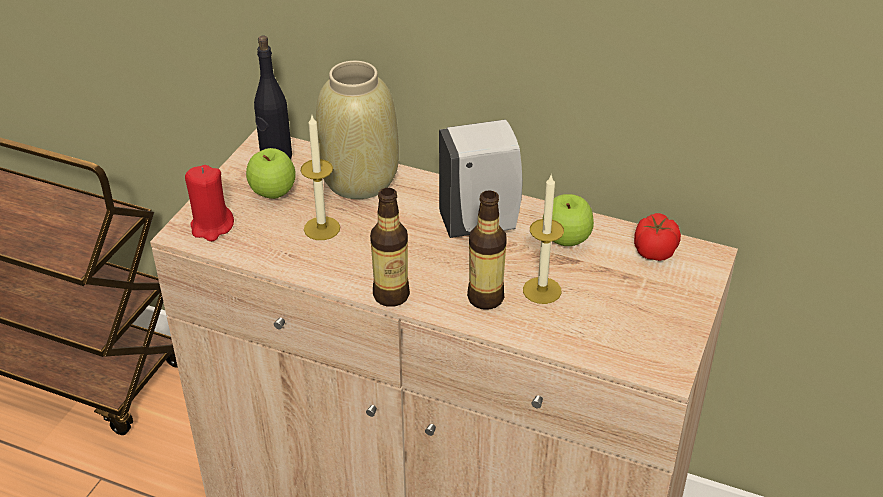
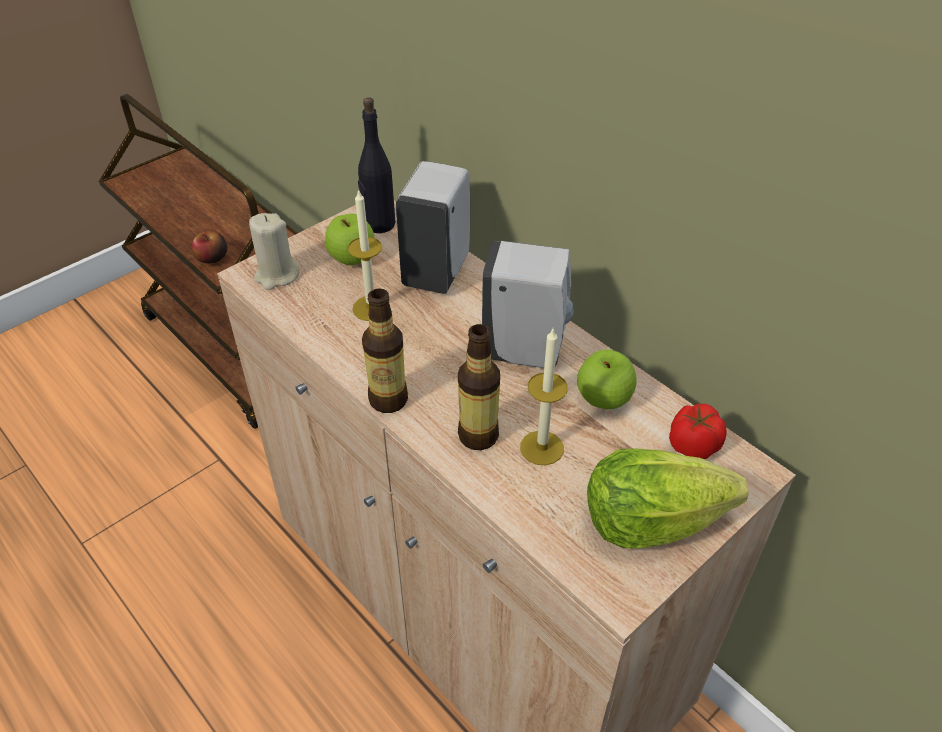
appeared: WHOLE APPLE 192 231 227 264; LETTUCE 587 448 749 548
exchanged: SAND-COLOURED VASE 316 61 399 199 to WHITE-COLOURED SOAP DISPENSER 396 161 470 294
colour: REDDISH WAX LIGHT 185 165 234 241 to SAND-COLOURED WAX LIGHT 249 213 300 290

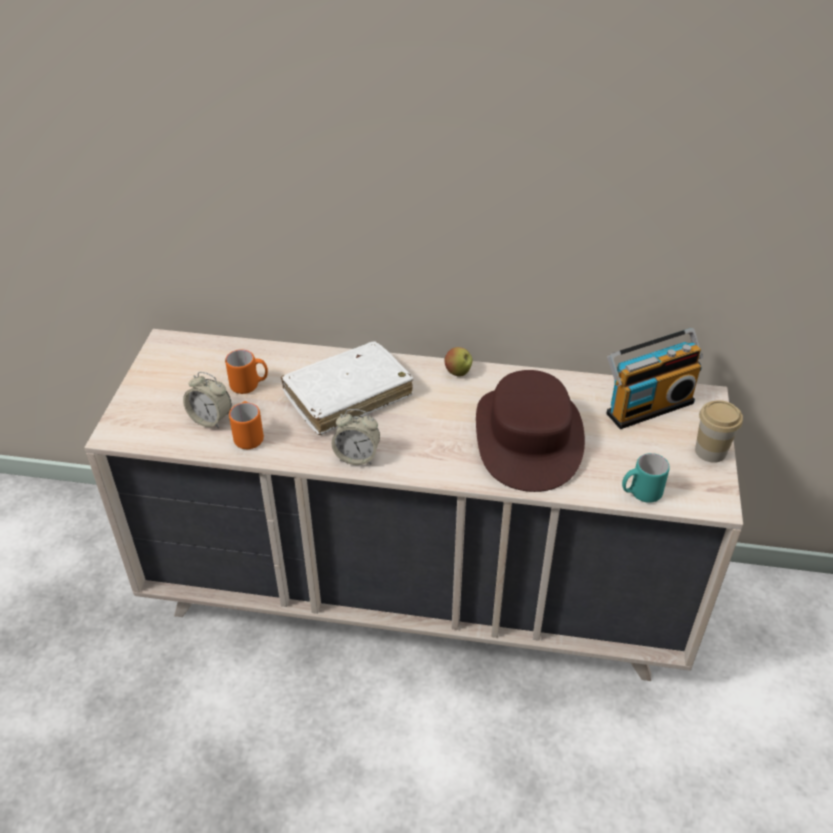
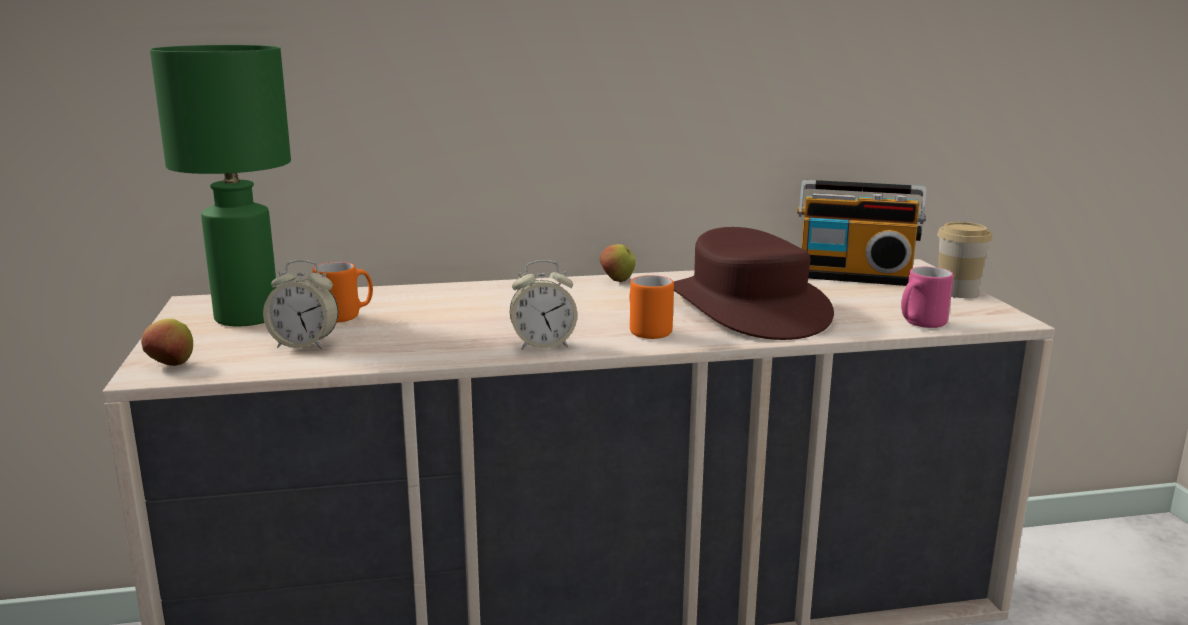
missing: WHITE-COLOURED BOUND BOOK 281 342 413 435
appeared: GREENISH TABLE LAMP 150 45 291 327; WHOLE APPLE 141 319 193 366
relocated: ORANGE TEA MUG 229 401 264 449 to 629 275 674 339
colour: TURQUOISE-COLOURED TEA MUG 622 453 670 503 to PINK-COLOURED TEA MUG 901 267 954 328
spun: RADIO 606 328 703 429 = 797 180 926 286 60 degrees clockwise

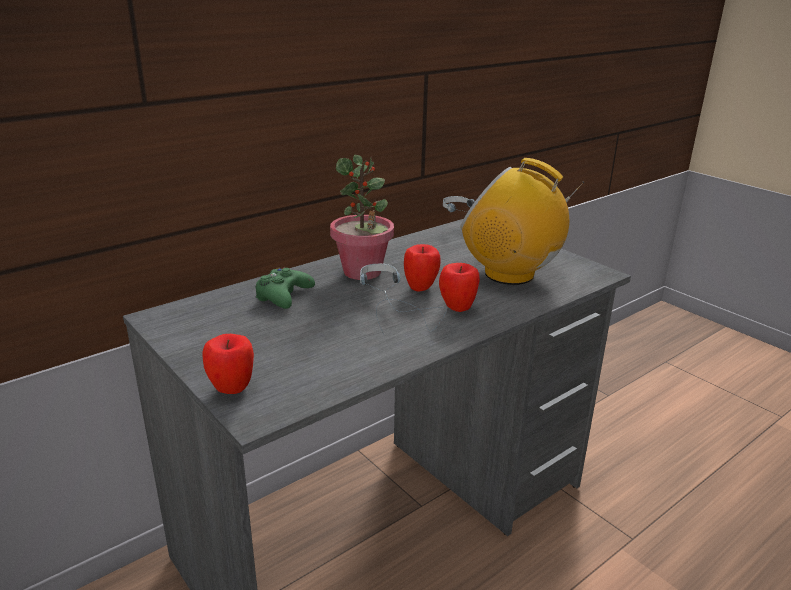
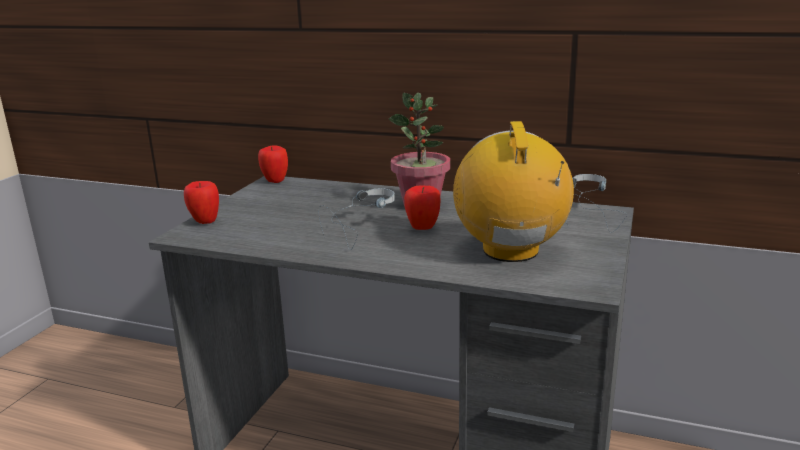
missing: GREENISH JOYPAD 255 268 315 309
relocated: WHOLE APPLE 439 263 480 312 to 258 146 288 183

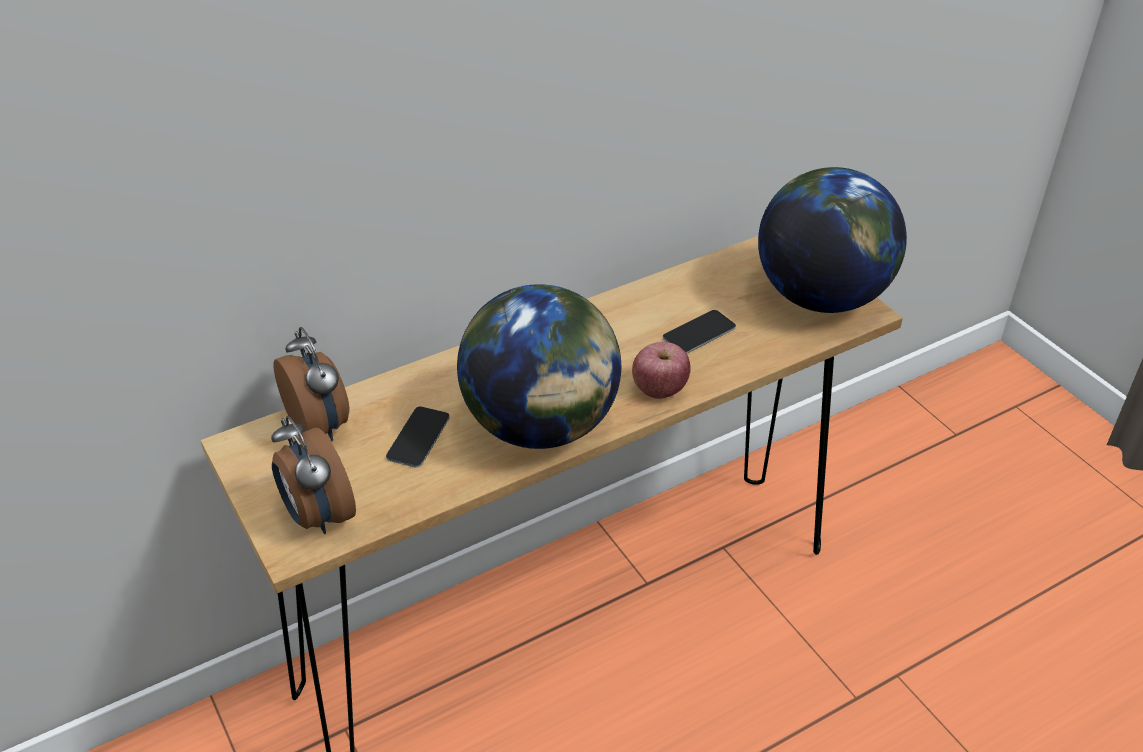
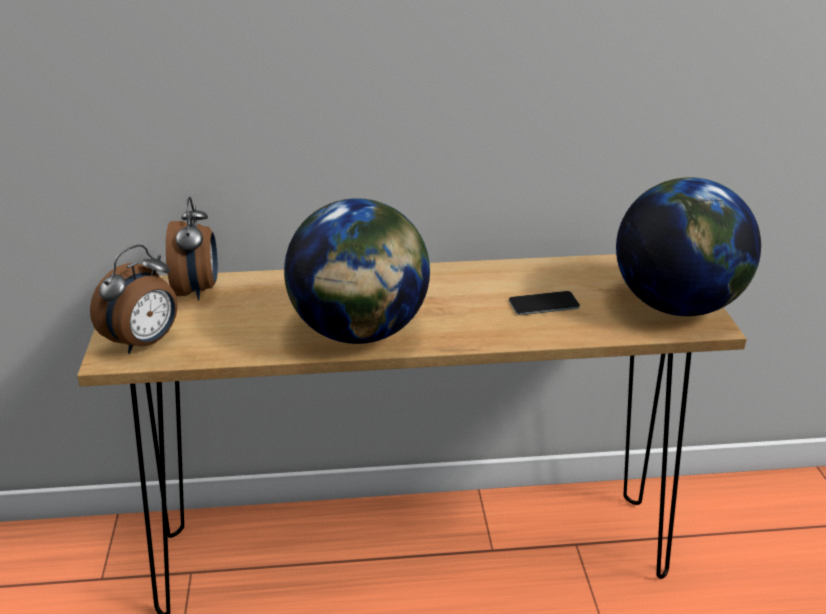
missing: WHOLE APPLE 632 342 691 399; HANDSET 386 406 450 468
spun: BEDSIDE CLOCK 271 416 356 534 = 90 244 178 354 135 degrees counterclockwise

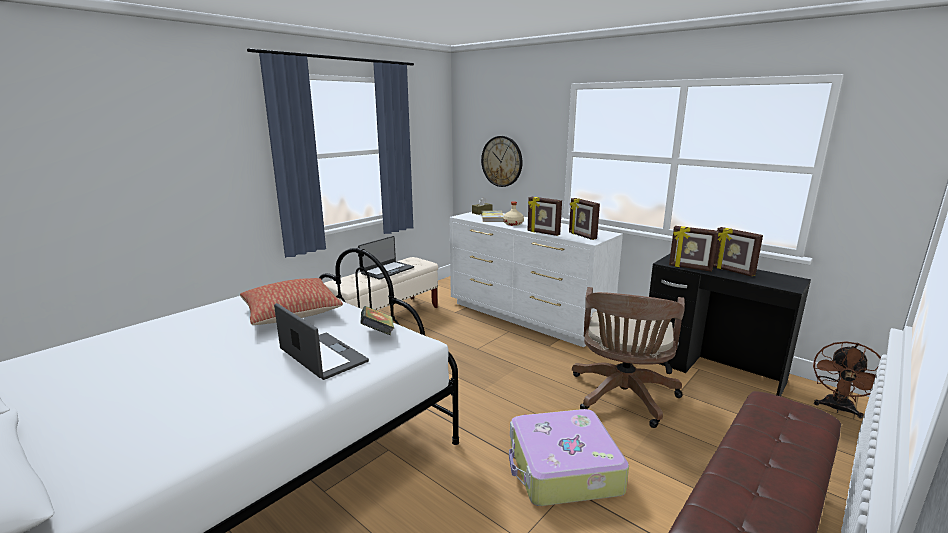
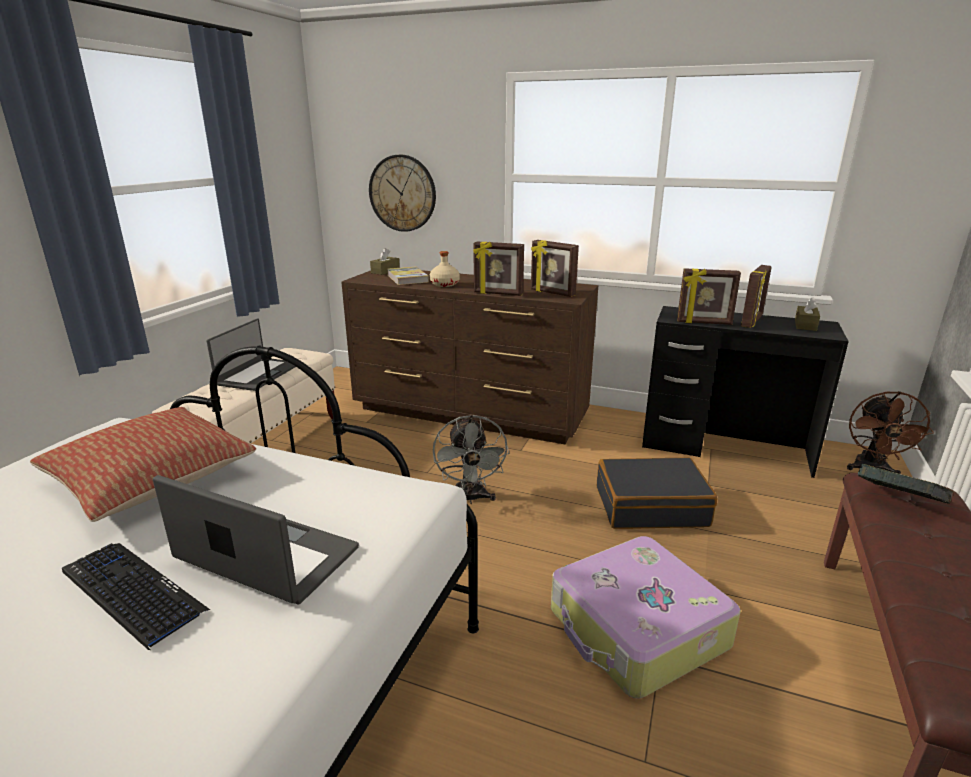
appeared: BROWNISH TISSUE BOX 795 297 820 331; GRAY FAN 433 415 509 504; KEYBOARD 62 543 210 650
relocated: BOUND BOOK 361 306 394 335 to 858 464 953 504
exchanged: BROWNISH DESK CHAIR 572 287 685 428 to BLACKISH SUITCASE 597 457 717 529
colour: WHITE-COLOURED DRESSER 450 212 623 347 to BROWNISH DRESSER 341 270 598 444
spun: PICTURE FRAME 713 227 763 277 = 741 265 772 328 90 degrees counterclockwise

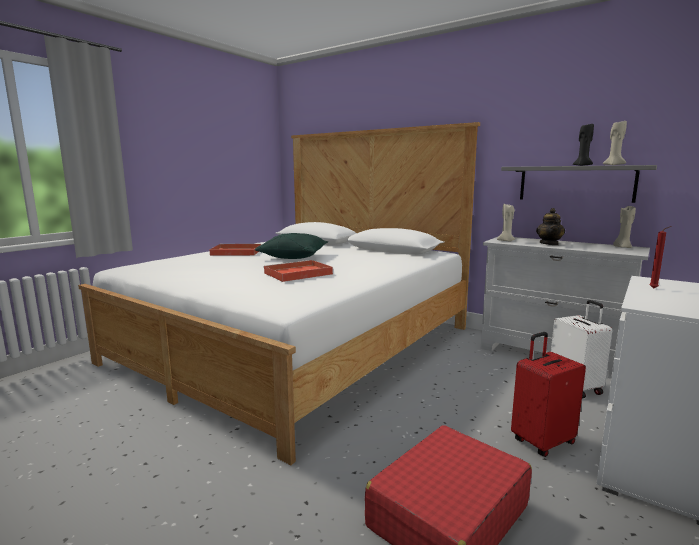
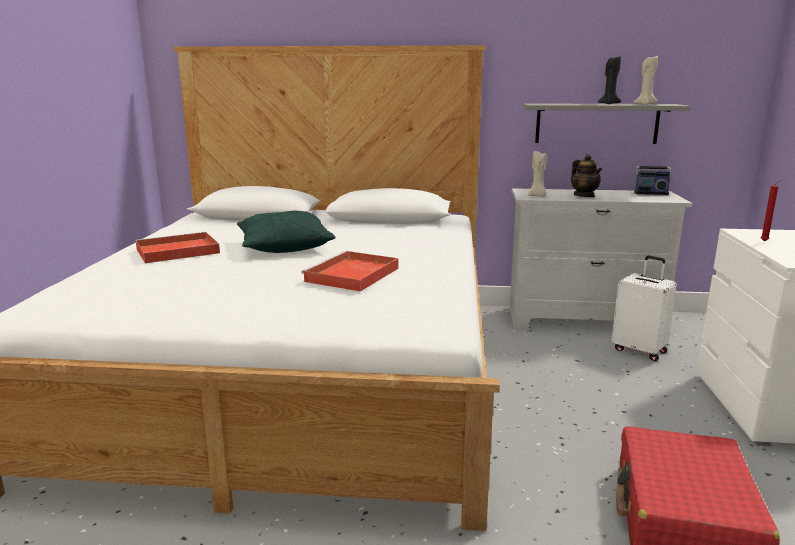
missing: REDDISH SUITCASE 511 332 586 457
exchanged: SAND-COLOURED WAX LIGHT 613 206 636 248 to RADIO 634 153 672 195

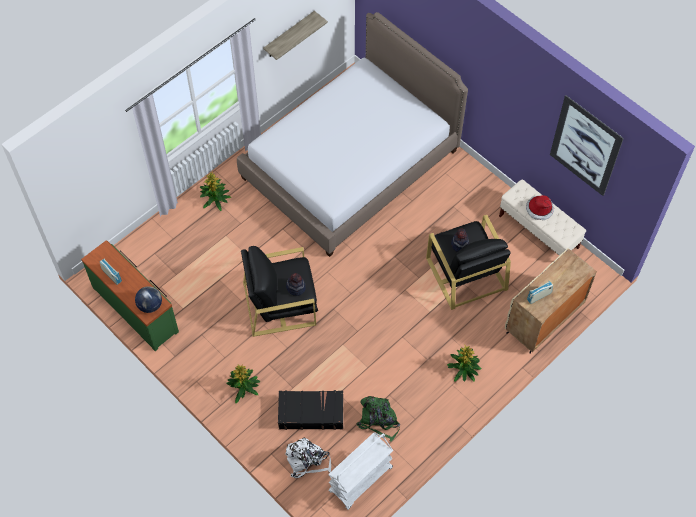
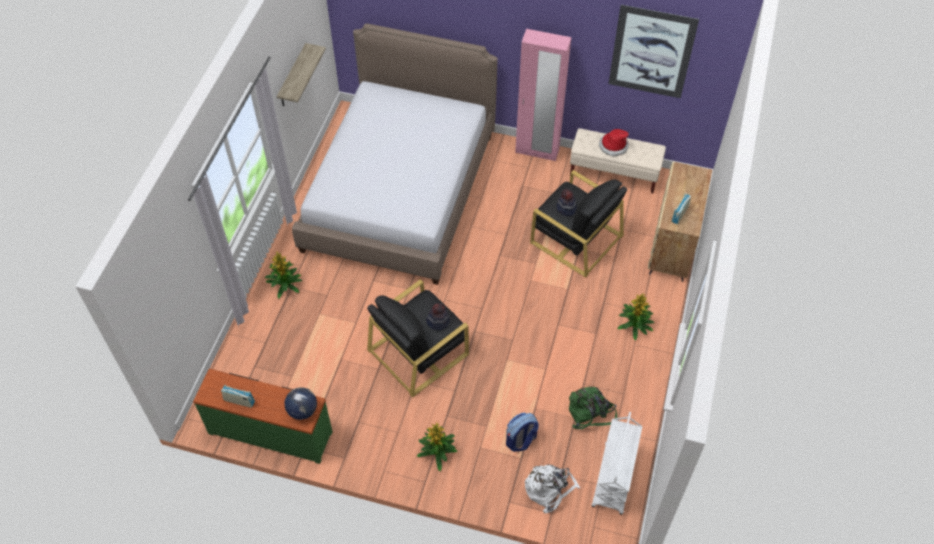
appeared: PINK-COLOURED CLOTHES CUPBOARD 515 29 571 161
exchanged: BLACKISH SUITCASE 278 390 343 430 to BACKPACK 506 412 539 452

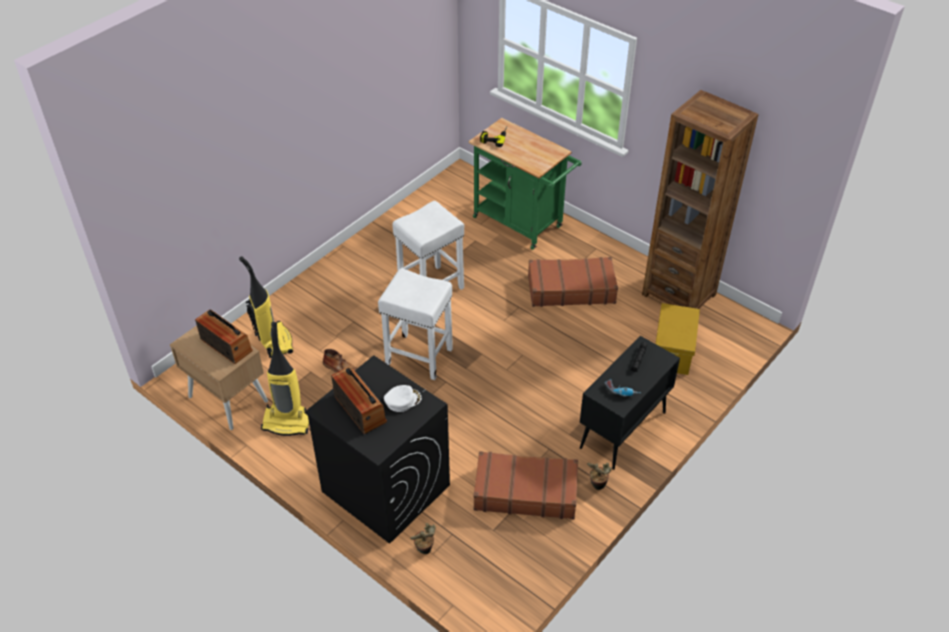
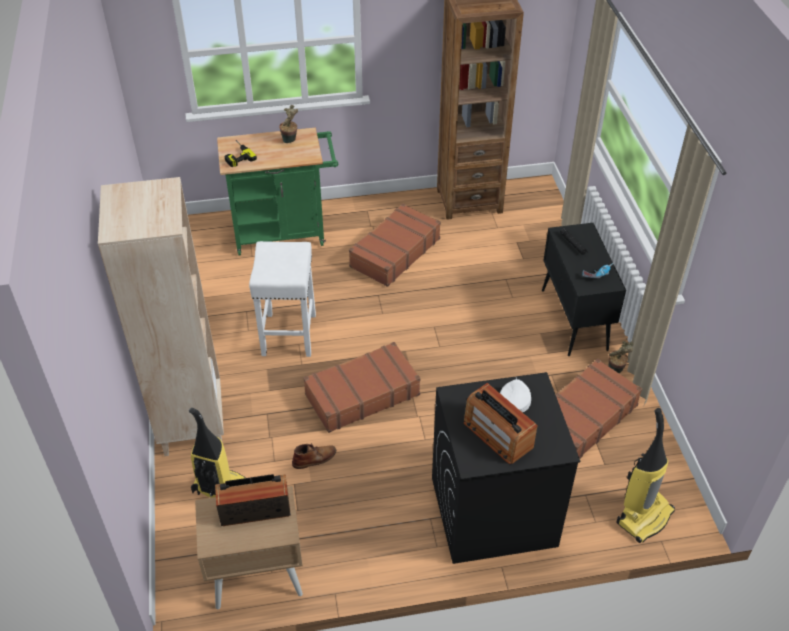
missing: YELLOW-COLOURED STORAGE CONTAINER 656 303 700 375
appeared: SAND-COLOURED BOOKSHELF 98 177 224 456
relocated: VACUUM CLEANER 261 322 309 436 to 616 408 675 543; HOUSEPLANT 410 523 436 554 to 279 105 298 143
exchanged: WHITE-COLOURED STOOL SEAT 378 269 453 380 to BROWNISH SUITCASE 303 342 421 433
spun: RADIO 331 367 387 434 = 464 383 538 465 135 degrees counterclockwise

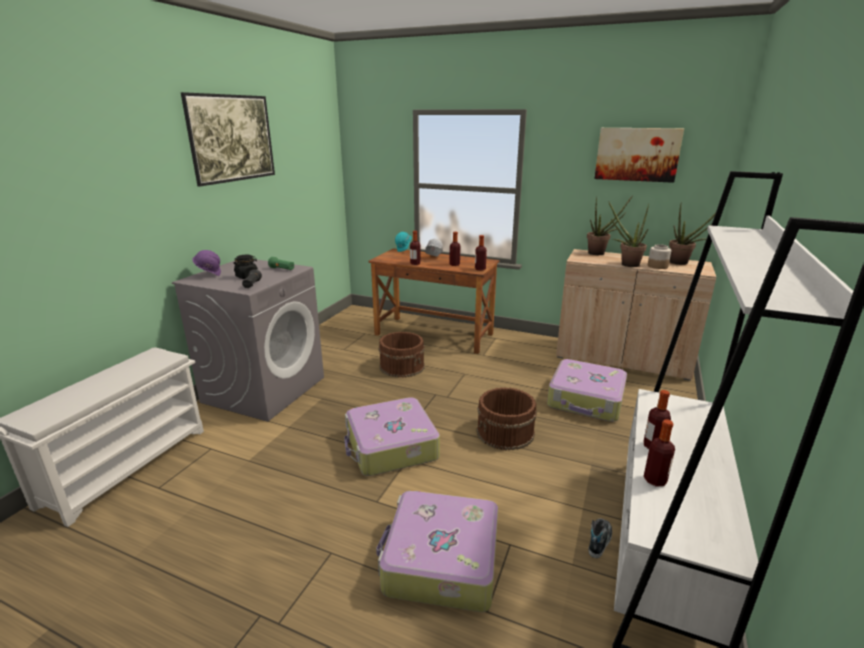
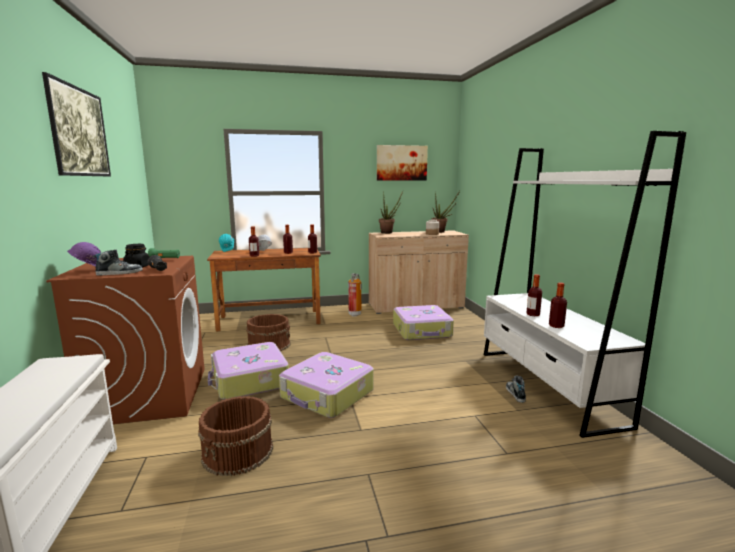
missing: HOUSEPLANT 609 202 649 267
appeared: SHOE 93 250 143 276; EXTINGUISHER 348 273 362 317
relocated: BROWNISH BUCKET 477 387 537 451 to 198 396 273 476; SUITCASE 376 491 498 612 to 208 342 289 400
colour: GRAY LAUNDRY MACHINE 172 260 324 422 to BROWNISH LAUNDRY MACHINE 46 256 205 424

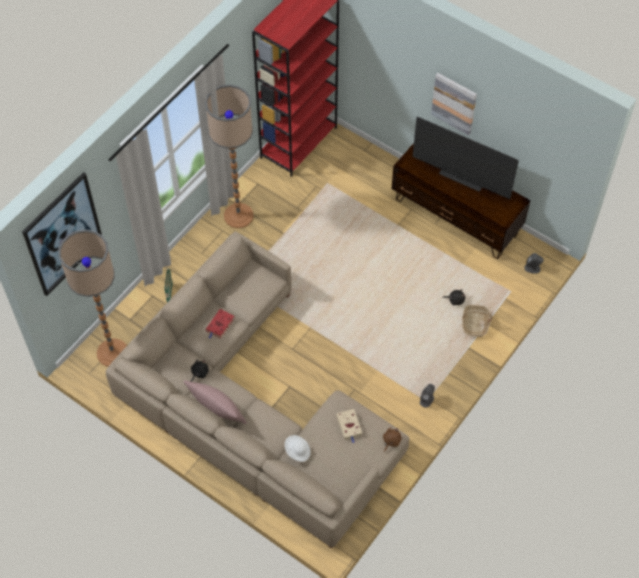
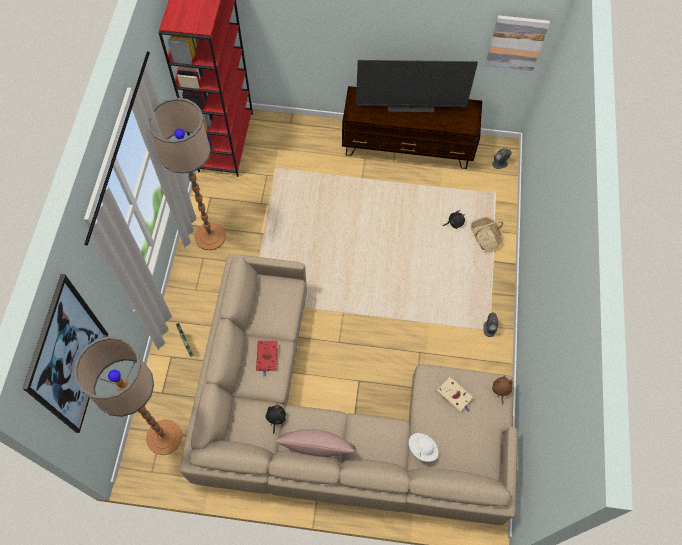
relocated: PICTURE 431 73 477 135 to 485 15 550 71

